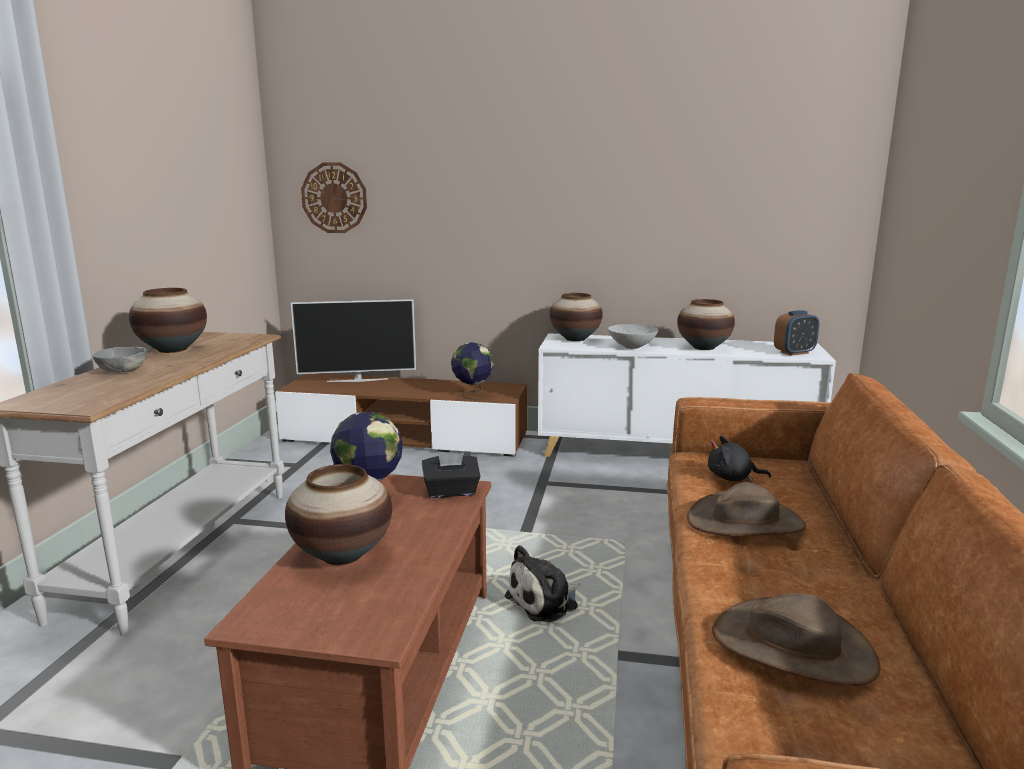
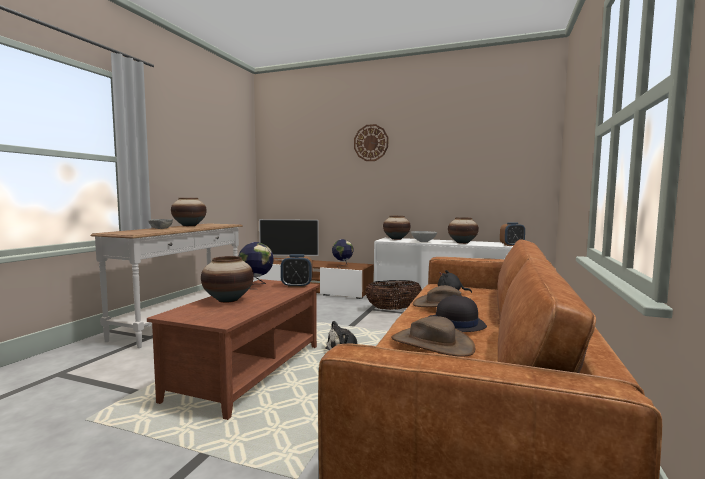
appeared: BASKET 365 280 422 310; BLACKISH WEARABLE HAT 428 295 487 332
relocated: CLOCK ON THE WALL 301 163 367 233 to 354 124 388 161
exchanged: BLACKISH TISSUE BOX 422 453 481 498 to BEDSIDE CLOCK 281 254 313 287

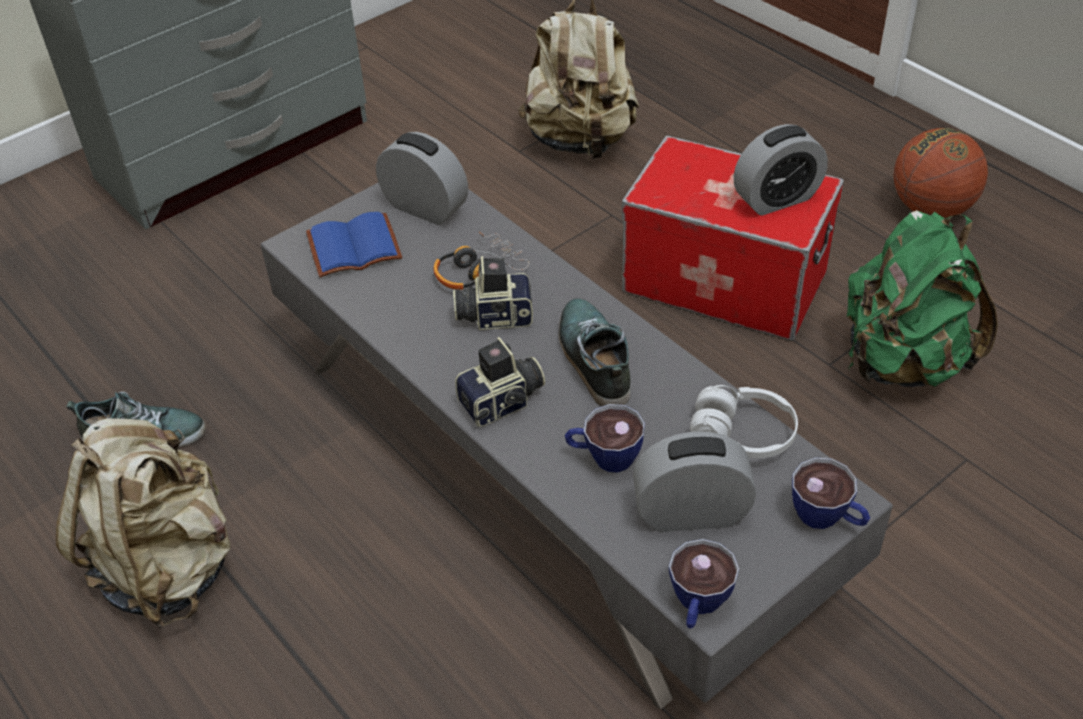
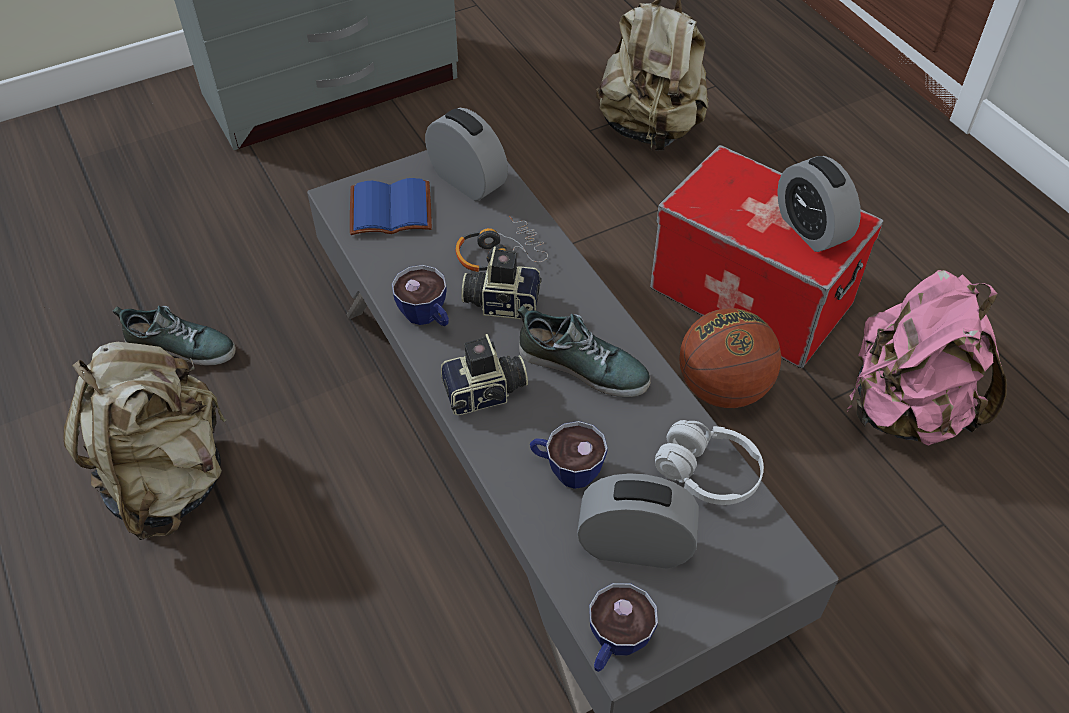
relocated: BASKETBALL BALL 894 128 988 218 to 680 308 781 408; CUP 792 458 870 529 to 392 265 449 326
colour: GREENISH BACKPACK 847 210 998 387 to PINK-COLOURED BACKPACK 847 270 1007 446
spun: BEDSIDE CLOCK 733 124 828 216 = 777 156 861 252 75 degrees clockwise; SHOE 559 298 631 406 = 517 306 651 397 120 degrees clockwise

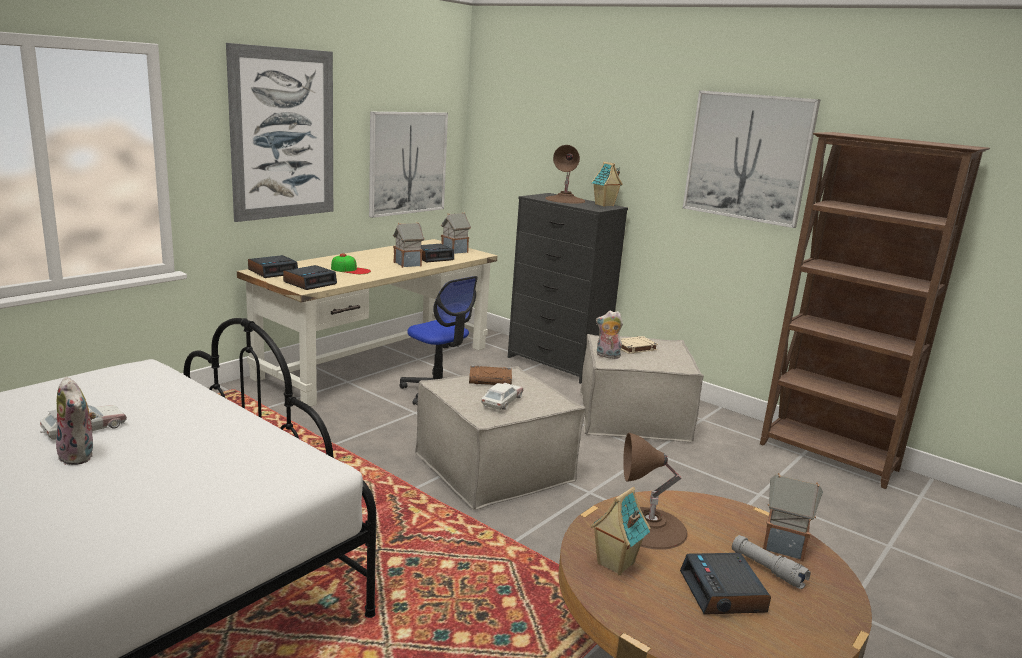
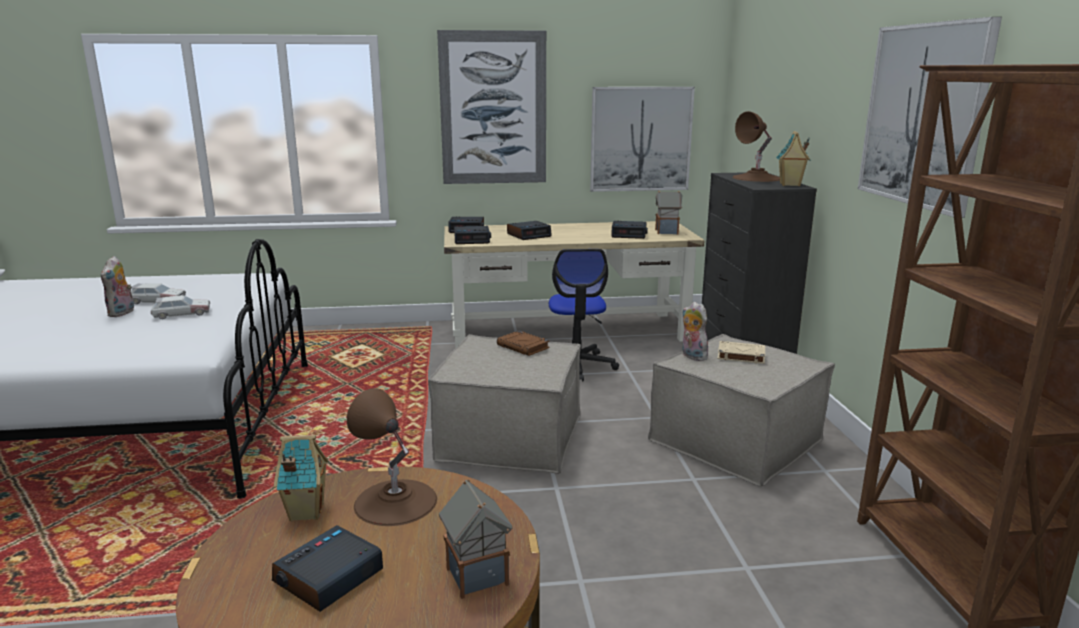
missing: MINIATURE HOUSE 393 222 425 268; GRAY TORCH 732 535 810 589
relocated: MINIATURE CAR 481 383 523 410 to 151 295 210 319
exchanged: CAP 331 254 371 274 to BEDSIDE CLOCK 507 221 552 240

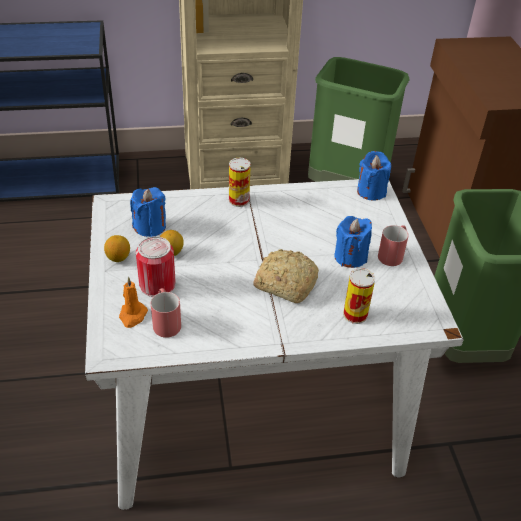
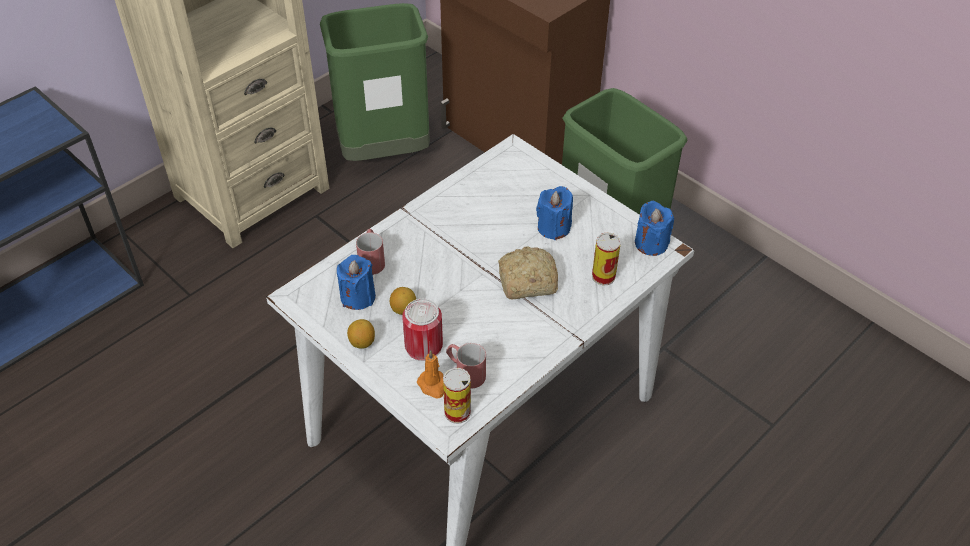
relocated: BLUE-COLOURED WAX LIGHT 357 151 391 200 to 635 201 674 256; SEALED CAN 229 158 251 207 to 443 368 471 424; REDDISH TEA MUG 378 225 409 266 to 356 229 385 275

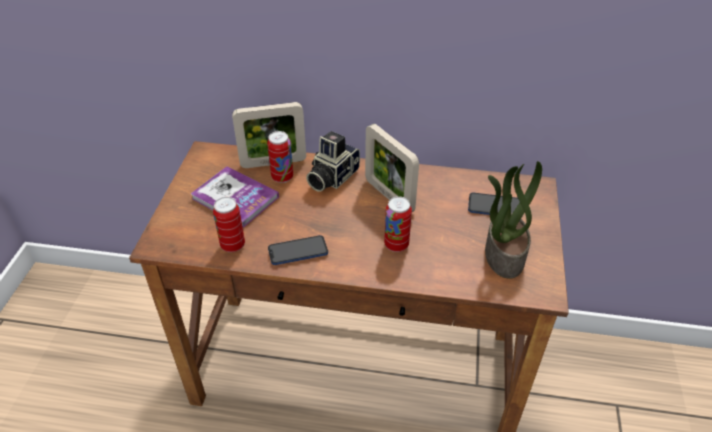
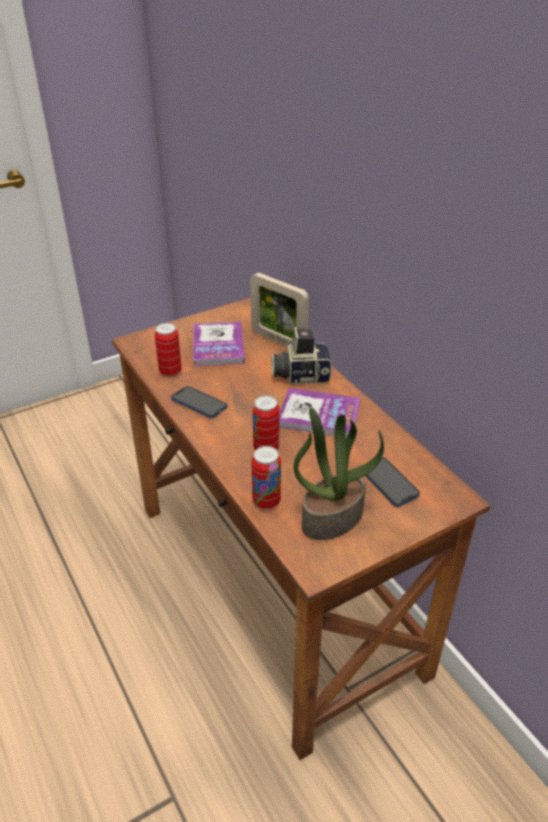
relocated: SEALED CAN 267 131 293 183 to 251 446 281 509
exchanged: PICTURE FRAME 365 124 419 212 to BOUND BOOK 279 388 361 437

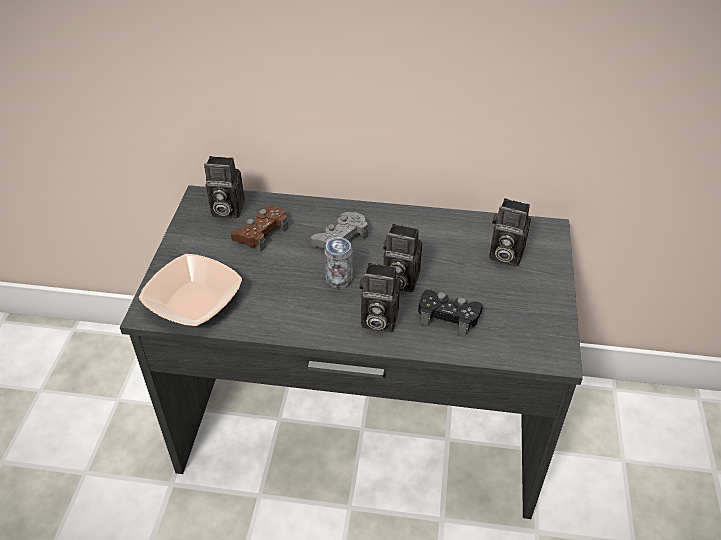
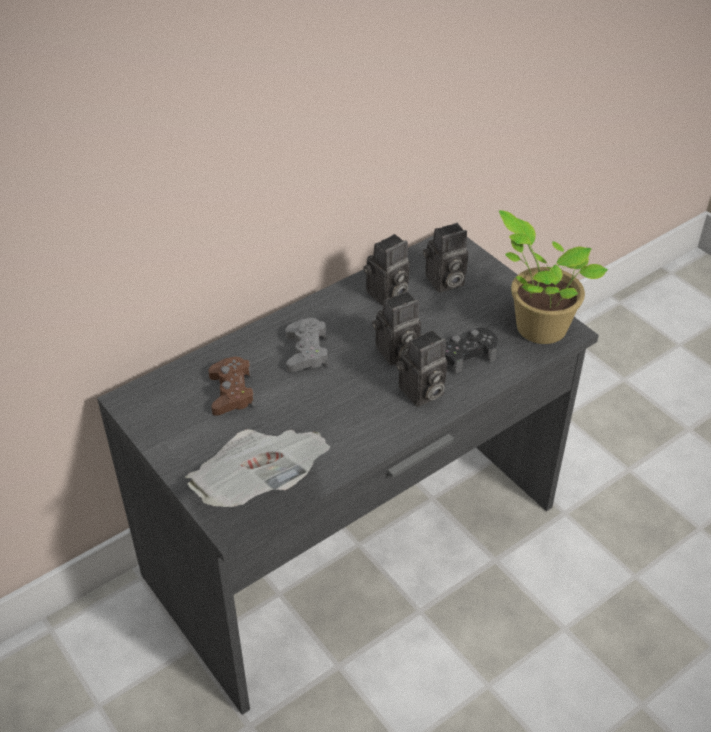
missing: SEALED CAN 325 237 353 288
appeared: HOUSEPLANT 499 210 608 344
relocated: STILL CAMERA 204 156 245 218 to 363 234 410 305
exchanged: BOWL 139 254 242 326 to NEWSPAPER 185 429 331 507

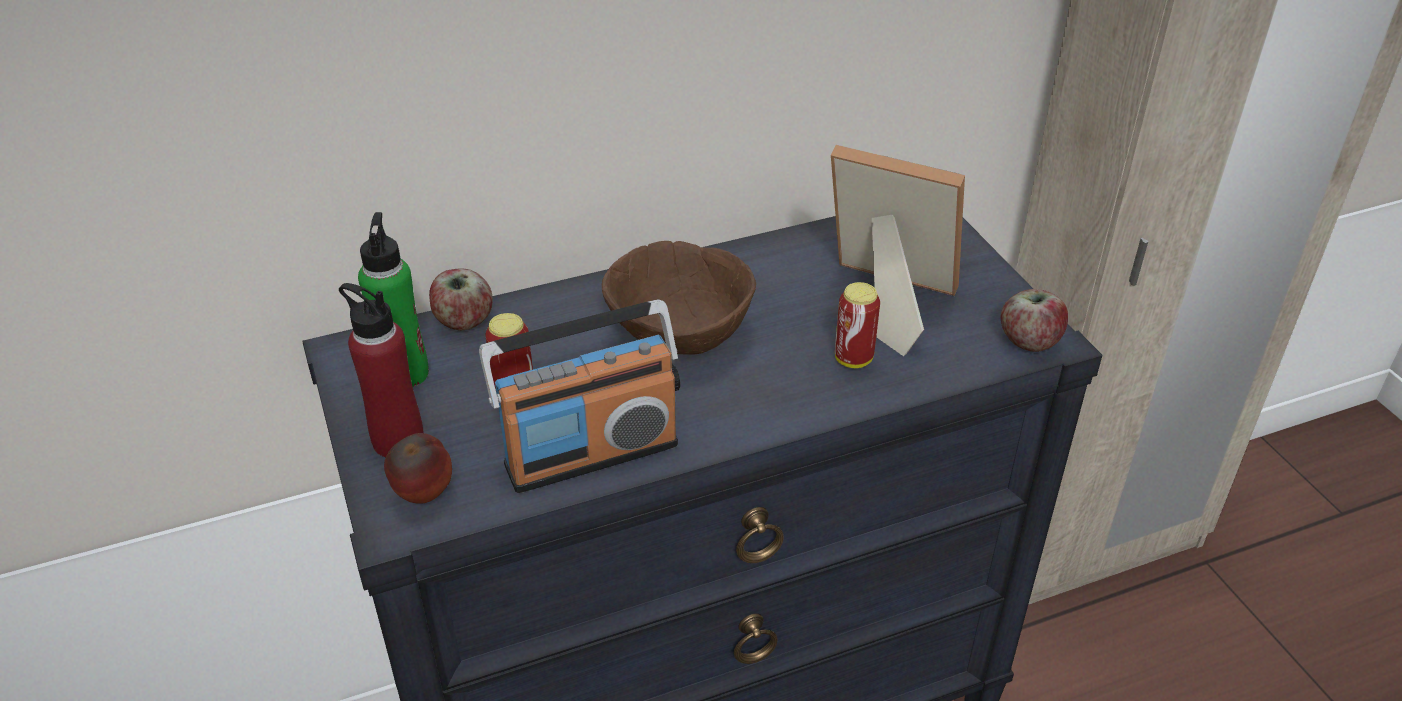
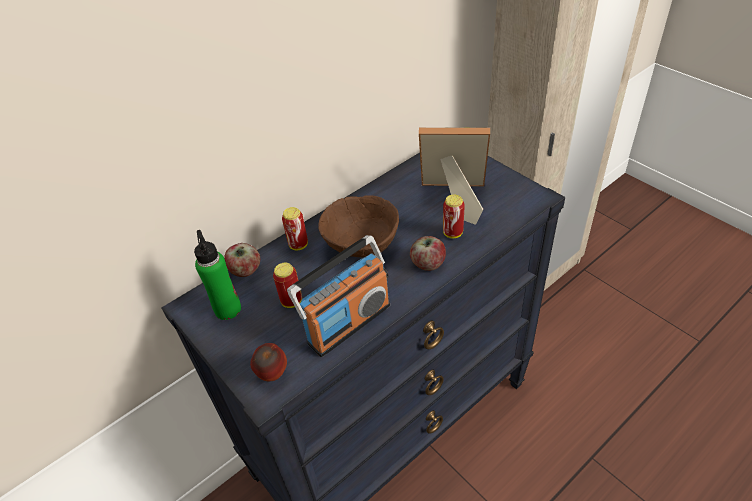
missing: REDDISH BEVERAGE BOTTLE 339 283 424 457
appeared: SEALED CAN 282 207 308 250
relocated: WHOLE APPLE 1001 289 1068 352 to 410 236 446 271

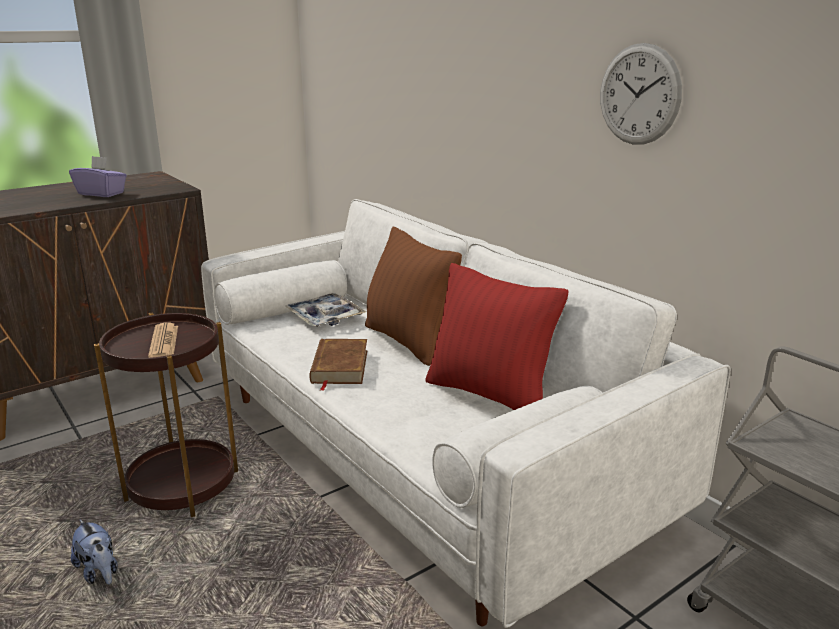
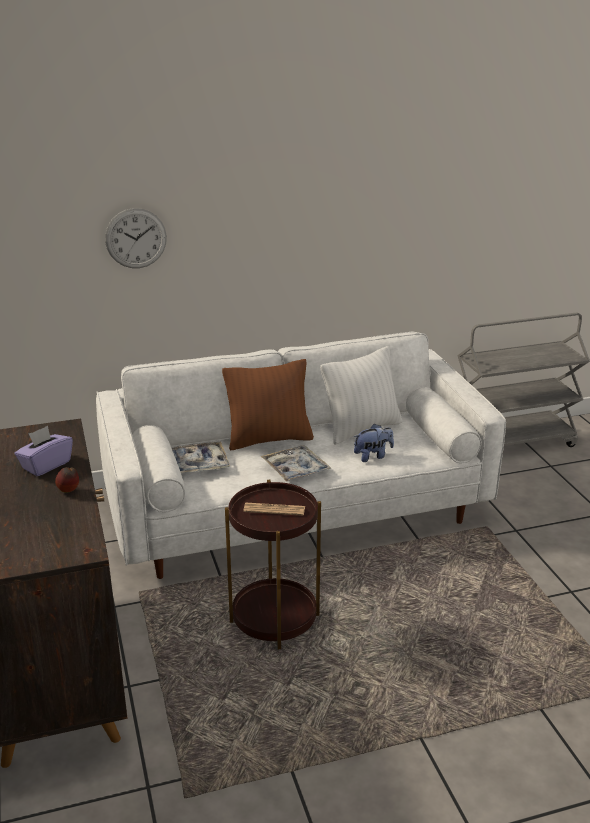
appeared: WHOLE APPLE 55 467 79 493
relocated: CLOCK ON THE WALL 600 43 682 145 to 105 208 167 268; PLUSH TOY 71 520 118 584 to 354 424 394 462
exchanged: BROWNISH BOUND BOOK 310 339 367 391 to TRAY 261 445 332 482
colour: REDDISH PILLOW 426 263 569 410 to WHITE-COLOURED PILLOW 320 346 402 445

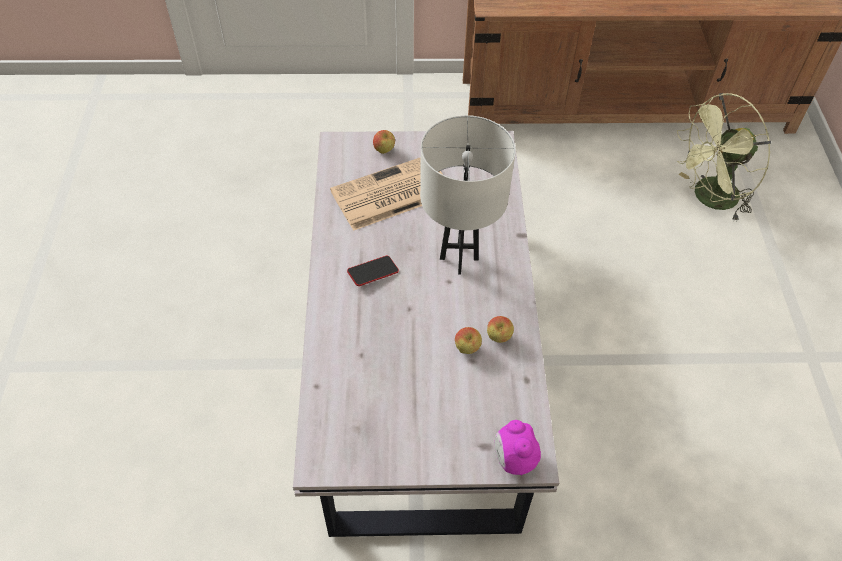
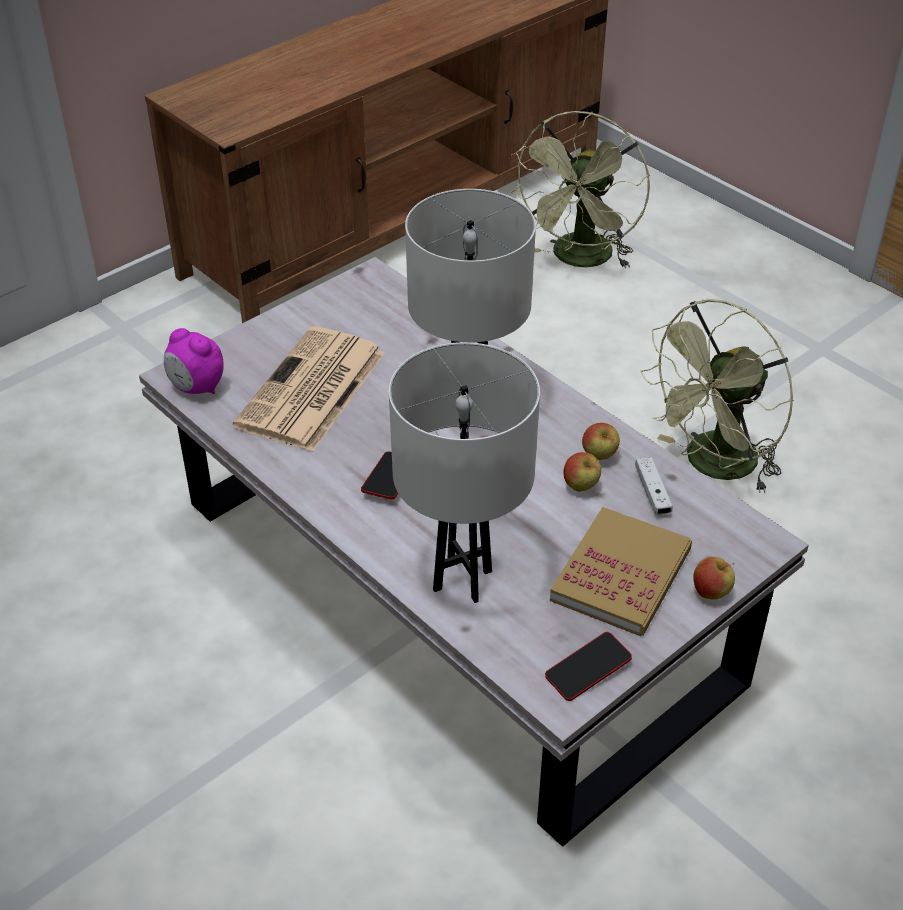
appeared: GREENISH FAN 641 299 794 493; WHITE-COLOURED TABLE LAMP 389 342 540 603; WHITE-COLOURED JOYPAD 635 457 673 515; BOUND BOOK 550 507 692 636; HANDSET 545 632 632 701
relocated: WHOLE APPLE 373 130 395 154 to 693 557 735 600; BEDSIDE CLOCK 495 420 541 476 to 164 328 223 394

